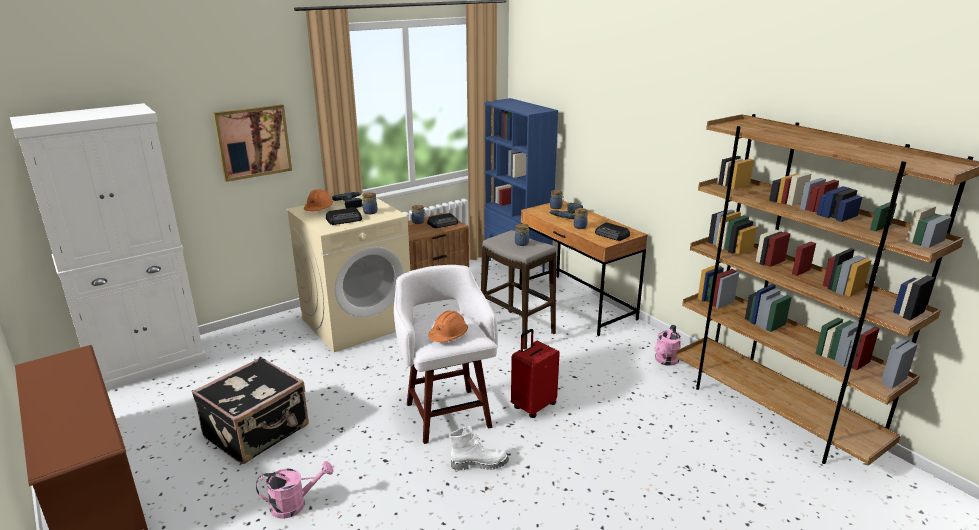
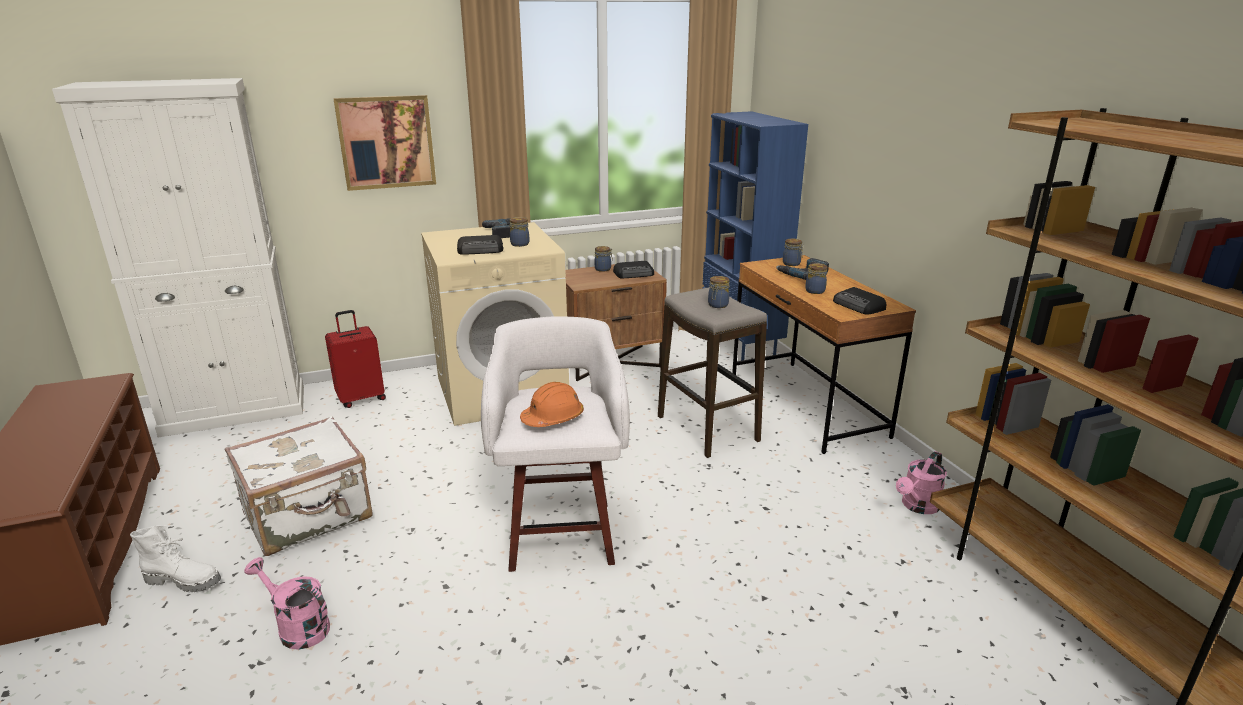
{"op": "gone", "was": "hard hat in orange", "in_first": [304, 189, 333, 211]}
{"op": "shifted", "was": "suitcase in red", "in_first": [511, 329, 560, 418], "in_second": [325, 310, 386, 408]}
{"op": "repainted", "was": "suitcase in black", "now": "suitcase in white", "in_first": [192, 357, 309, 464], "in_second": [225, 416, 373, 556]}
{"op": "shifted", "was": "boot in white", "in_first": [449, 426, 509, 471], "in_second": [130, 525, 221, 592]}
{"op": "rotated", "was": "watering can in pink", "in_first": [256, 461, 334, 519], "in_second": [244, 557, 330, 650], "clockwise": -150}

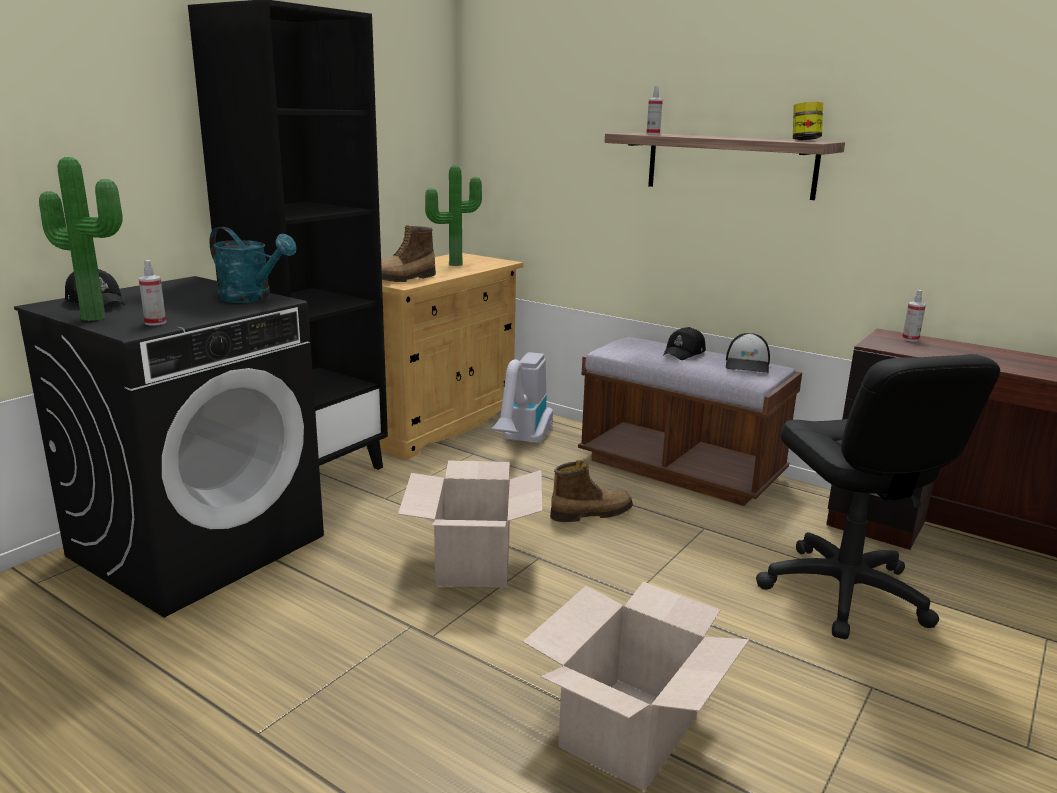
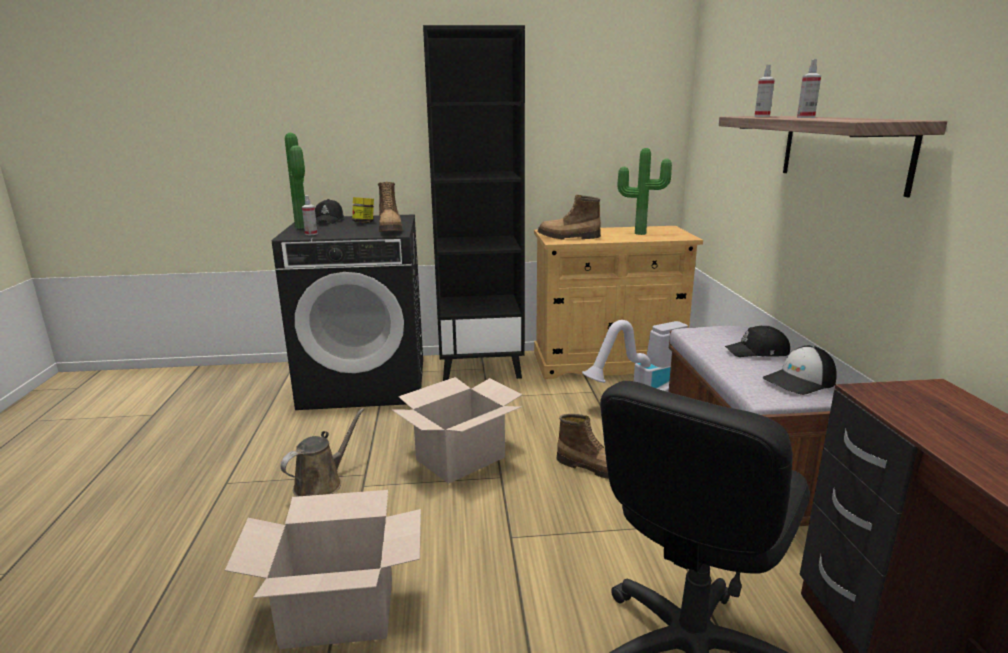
{"op": "shifted", "was": "jar", "in_first": [793, 102, 823, 140], "in_second": [352, 197, 374, 223]}
{"op": "swapped", "was": "watering can in turquoise", "now": "boot", "in_first": [210, 227, 296, 303], "in_second": [378, 182, 403, 232]}
{"op": "shifted", "was": "spray bottle", "in_first": [902, 290, 926, 342], "in_second": [797, 59, 821, 118]}
{"op": "new", "now": "watering can in brown", "in_second": [281, 408, 365, 496]}

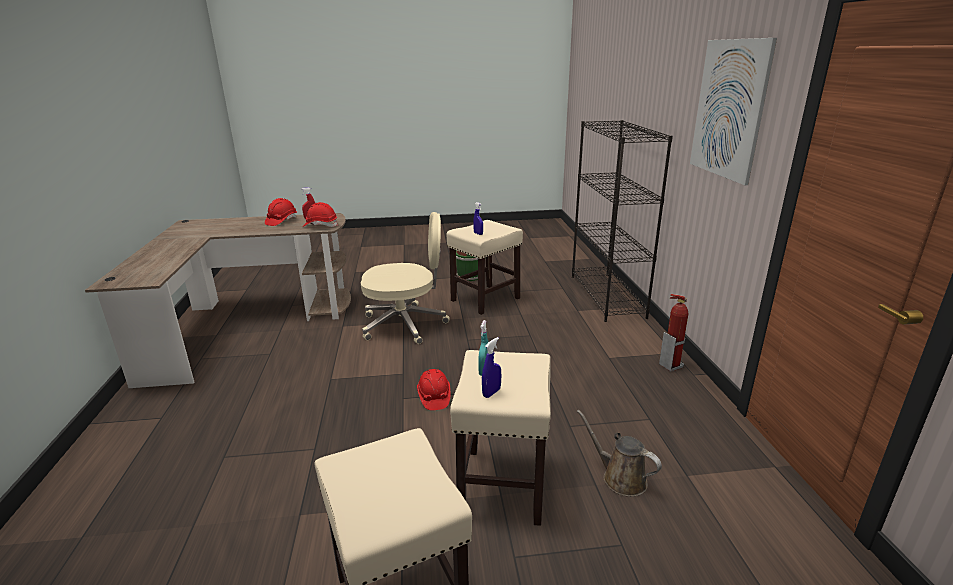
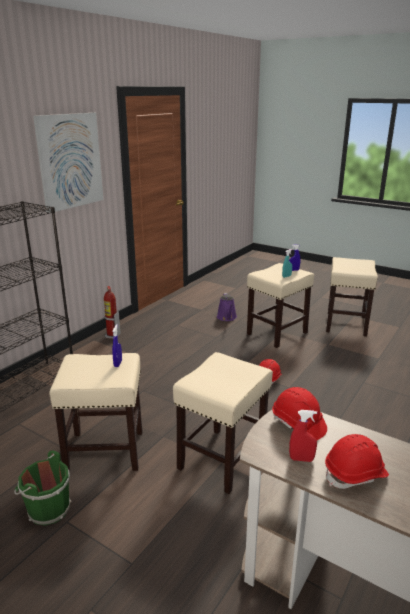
{"op": "swapped", "was": "office chair in beige", "now": "stool in beige", "in_first": [361, 212, 450, 344], "in_second": [173, 352, 273, 494]}
{"op": "repainted", "was": "watering can in brown", "now": "watering can in purple", "in_first": [577, 410, 662, 497], "in_second": [217, 293, 237, 321]}

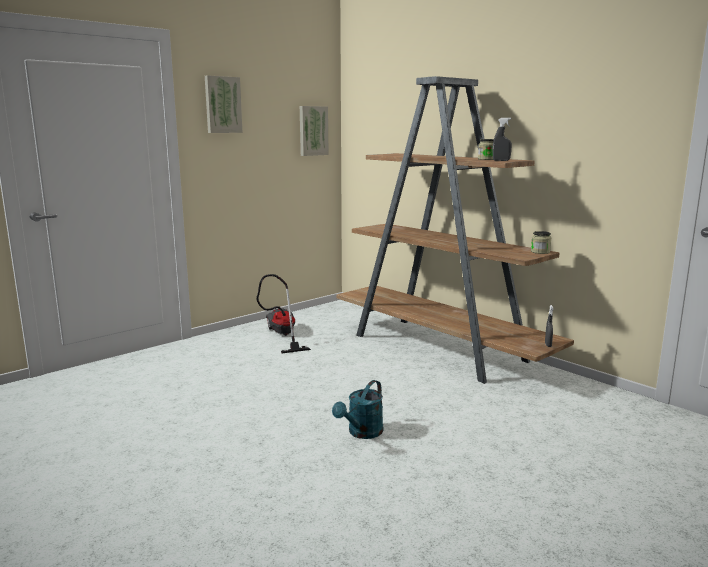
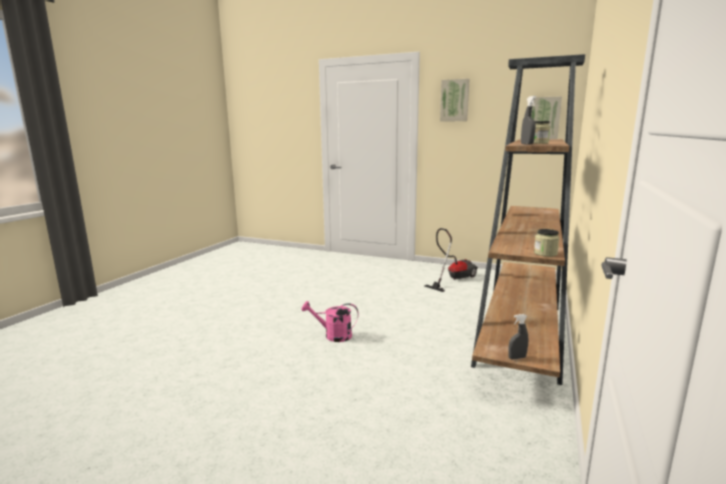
{"op": "repainted", "was": "watering can in turquoise", "now": "watering can in pink", "in_first": [332, 380, 383, 439], "in_second": [302, 301, 359, 342]}

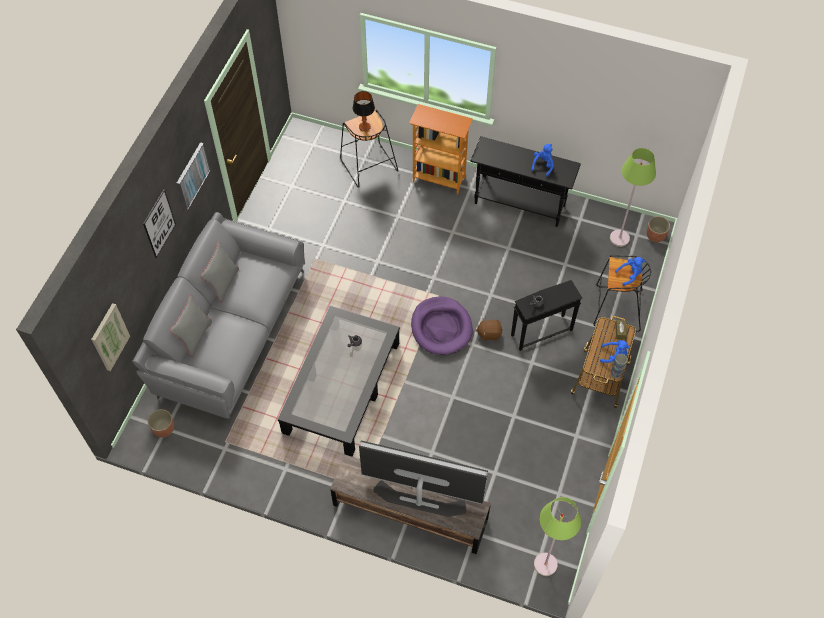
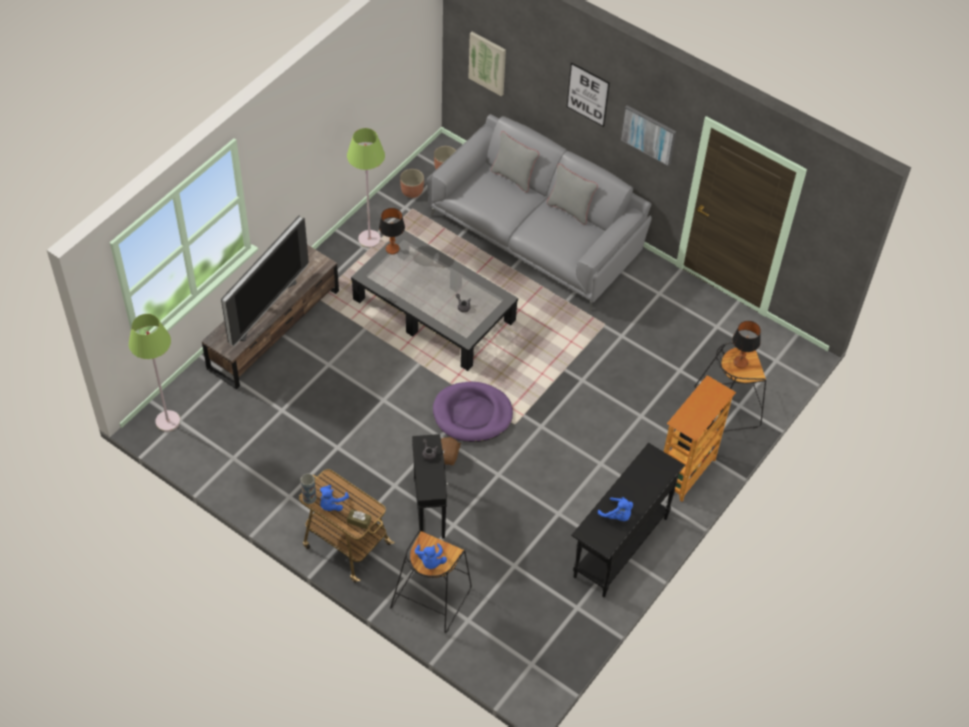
{"op": "shifted", "was": "floor lamp in green", "in_first": [610, 148, 656, 247], "in_second": [347, 128, 385, 248]}
{"op": "shifted", "was": "planter", "in_first": [647, 216, 670, 242], "in_second": [400, 169, 424, 198]}
{"op": "new", "now": "table lamp", "in_second": [379, 208, 405, 254]}

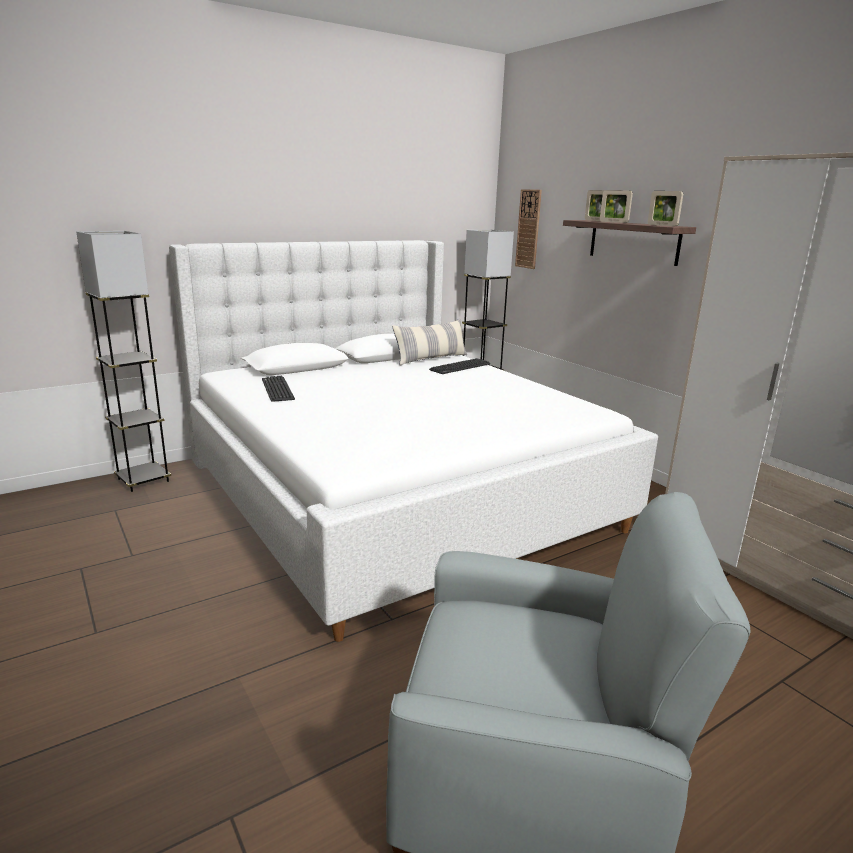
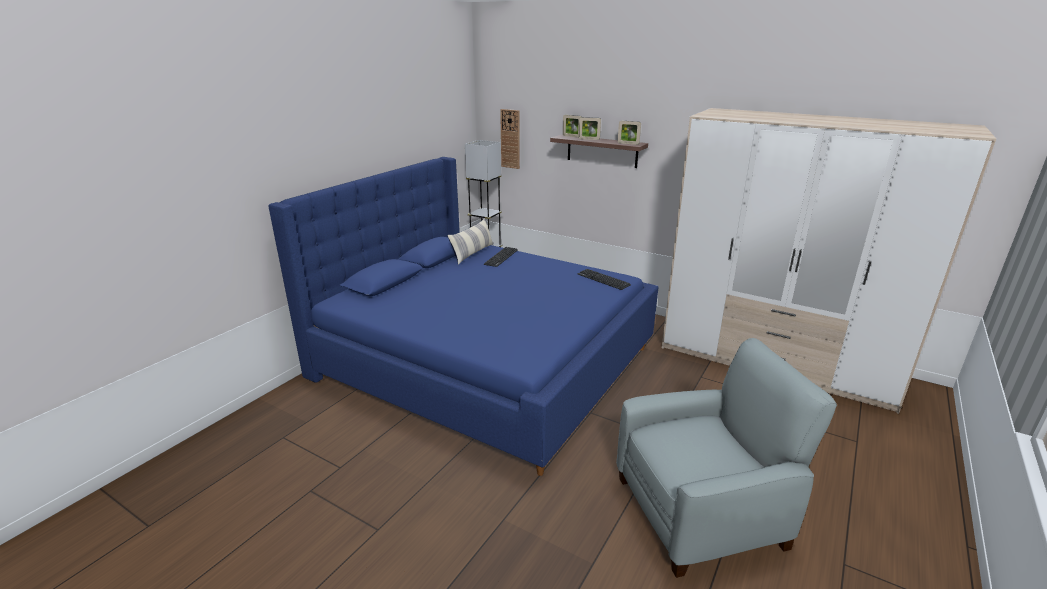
{"op": "gone", "was": "floor lamp in grey", "in_first": [76, 231, 171, 492]}
{"op": "repainted", "was": "bed in white", "now": "bed in blue", "in_first": [169, 240, 658, 642], "in_second": [268, 157, 658, 476]}
{"op": "shifted", "was": "keyboard", "in_first": [262, 376, 295, 402], "in_second": [578, 269, 631, 290]}

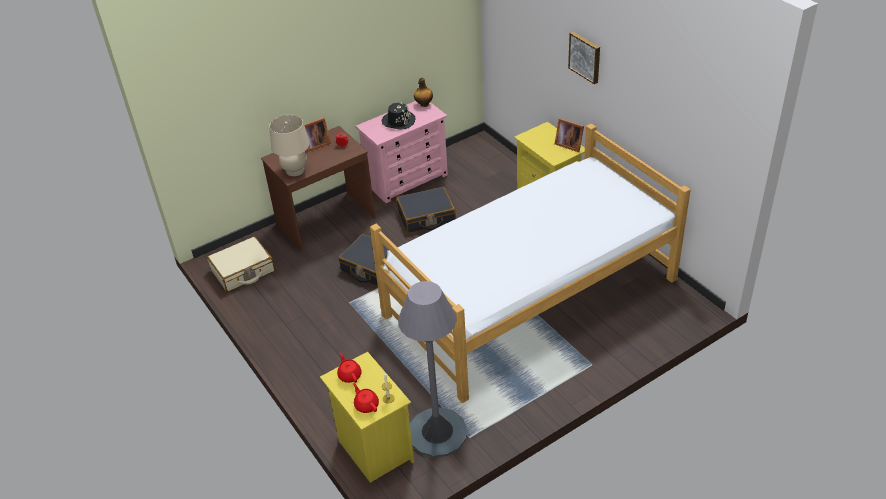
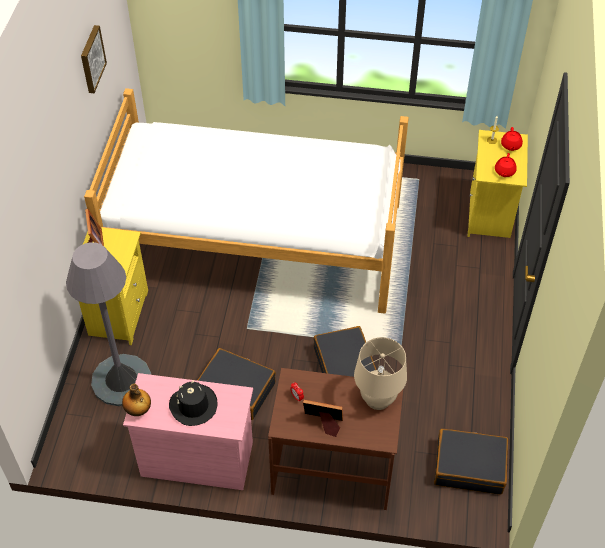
{"op": "shifted", "was": "picture", "in_first": [568, 31, 600, 84], "in_second": [81, 25, 107, 93]}
{"op": "repainted", "was": "suitcase in beige", "now": "suitcase in black", "in_first": [207, 236, 275, 292], "in_second": [434, 429, 508, 495]}
{"op": "shifted", "was": "floor lamp in grey", "in_first": [398, 281, 467, 458], "in_second": [66, 242, 151, 406]}

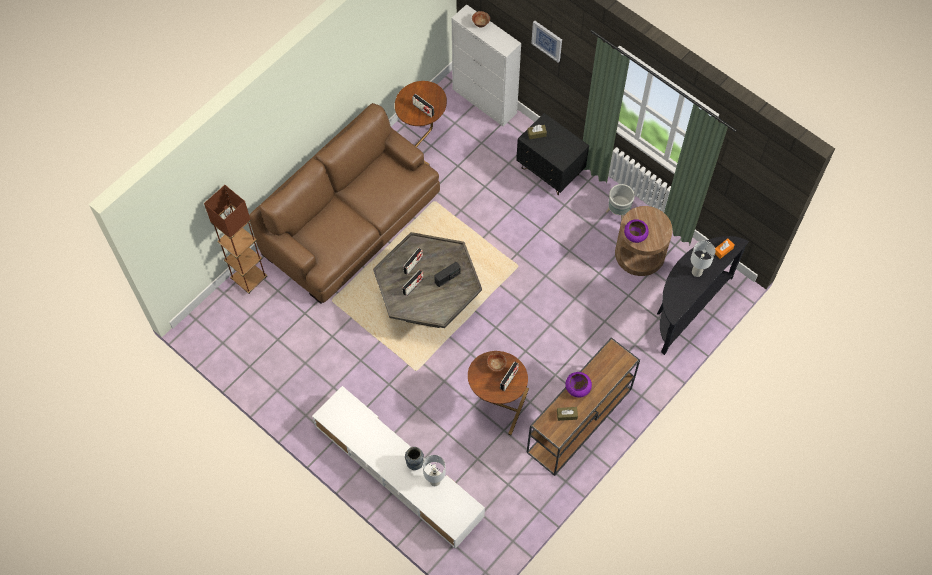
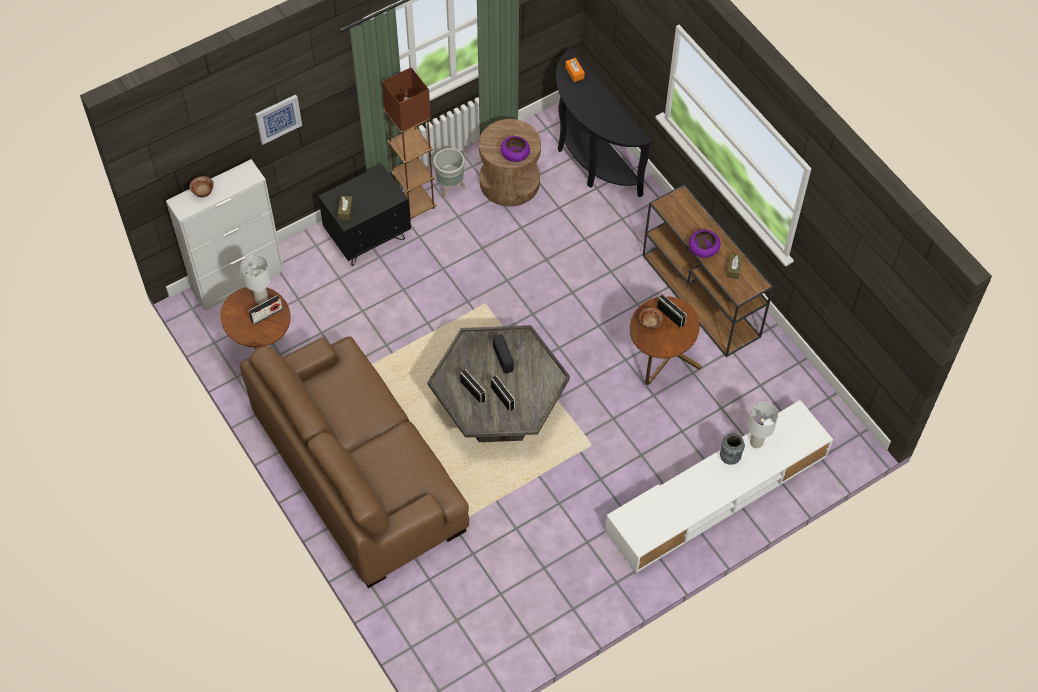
{"op": "shifted", "was": "floor lamp in brown", "in_first": [204, 185, 267, 294], "in_second": [382, 67, 436, 221]}
{"op": "shifted", "was": "table lamp in white", "in_first": [691, 241, 715, 277], "in_second": [241, 255, 271, 304]}

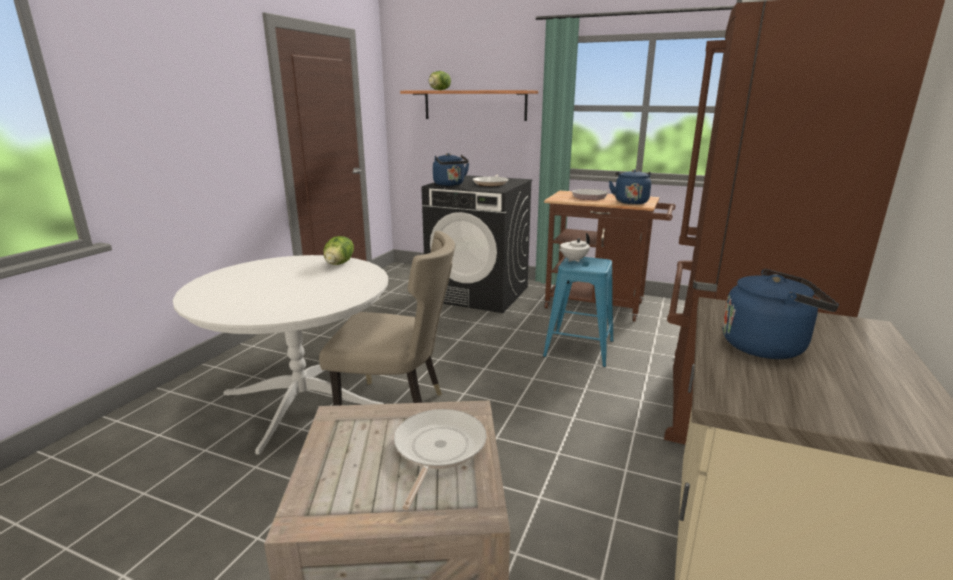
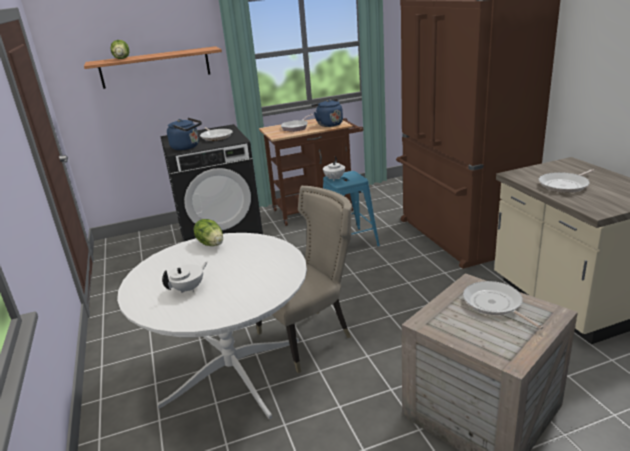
{"op": "swapped", "was": "kettle in blue", "now": "frying pan", "in_first": [722, 269, 839, 359], "in_second": [539, 169, 594, 193]}
{"op": "new", "now": "teapot in white", "in_second": [162, 262, 207, 293]}

